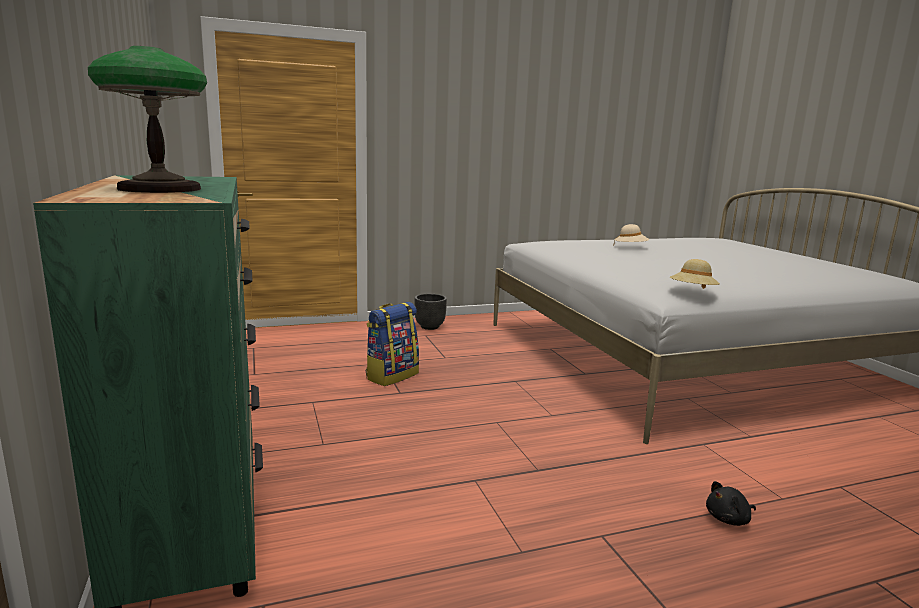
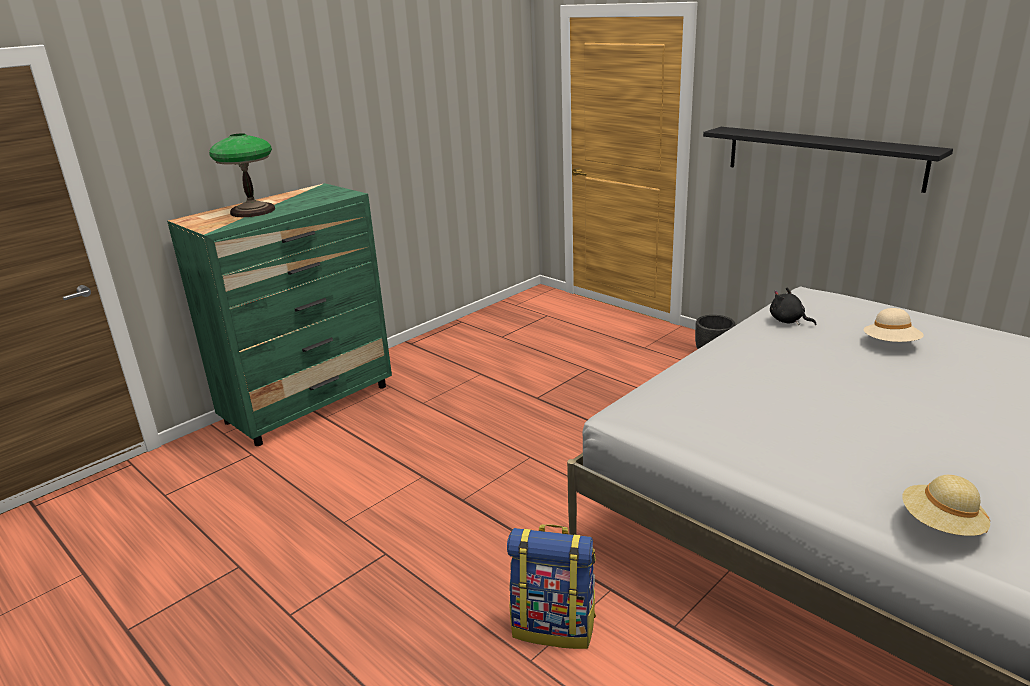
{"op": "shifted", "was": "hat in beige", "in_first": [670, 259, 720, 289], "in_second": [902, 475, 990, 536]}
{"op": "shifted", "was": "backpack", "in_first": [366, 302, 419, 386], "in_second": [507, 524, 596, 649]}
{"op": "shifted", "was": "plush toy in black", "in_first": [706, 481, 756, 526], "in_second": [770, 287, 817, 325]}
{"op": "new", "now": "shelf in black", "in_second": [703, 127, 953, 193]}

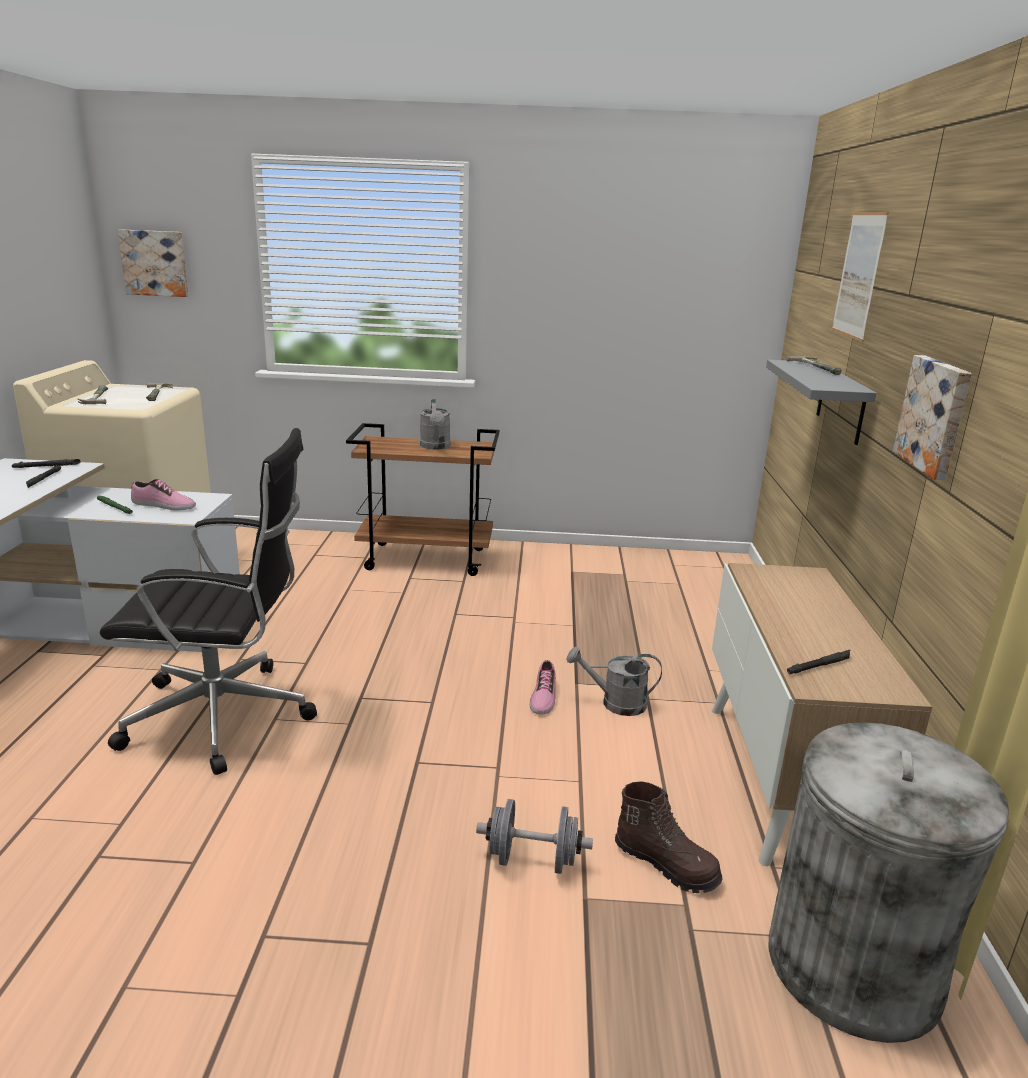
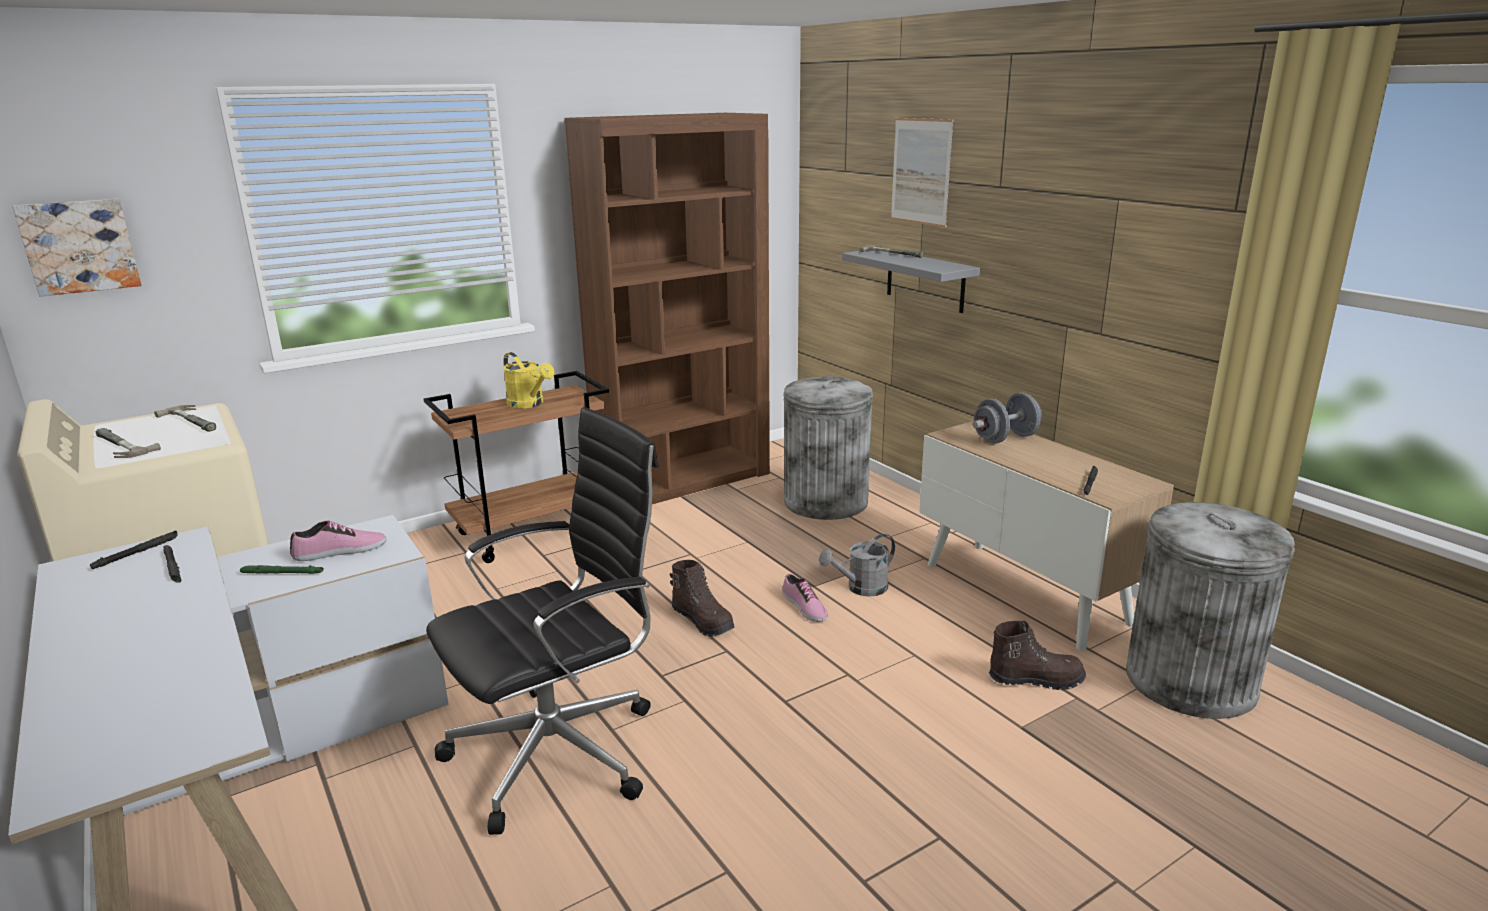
{"op": "gone", "was": "picture", "in_first": [893, 355, 972, 480]}
{"op": "repainted", "was": "watering can in grey", "now": "watering can in yellow", "in_first": [420, 399, 451, 450], "in_second": [503, 352, 555, 408]}
{"op": "shifted", "was": "dumbbell in grey", "in_first": [476, 799, 593, 874], "in_second": [973, 393, 1042, 444]}
{"op": "new", "now": "bookcase in brown", "in_second": [564, 113, 770, 504]}
{"op": "new", "now": "trash can in grey", "in_second": [784, 375, 873, 520]}
{"op": "new", "now": "boot in brown", "in_second": [670, 560, 735, 636]}

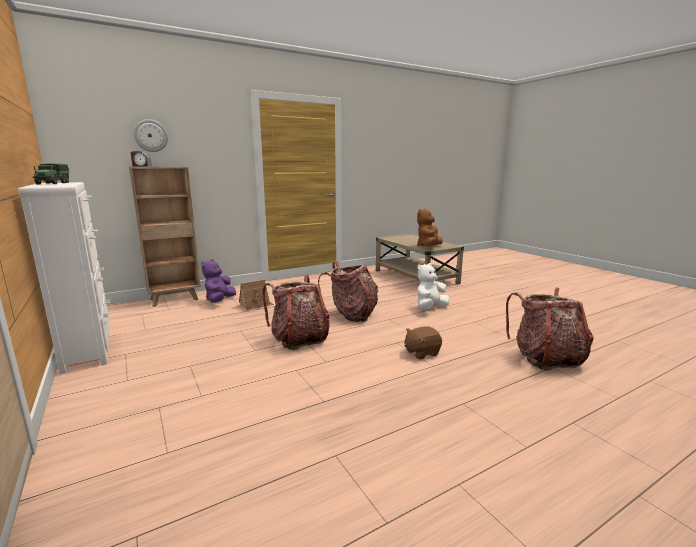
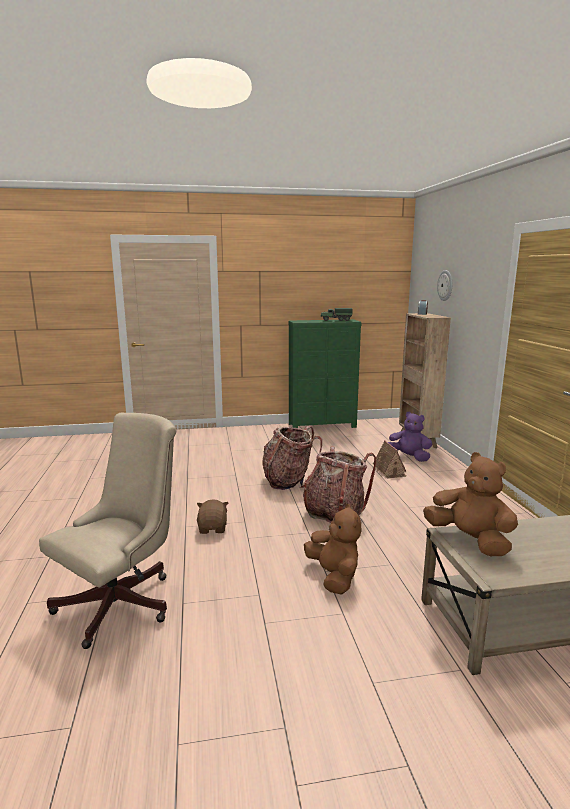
{"op": "repainted", "was": "dresser in white", "now": "dresser in green", "in_first": [18, 182, 110, 374], "in_second": [288, 319, 362, 428]}
{"op": "repainted", "was": "plush toy in white", "now": "plush toy in brown", "in_first": [417, 263, 449, 309], "in_second": [304, 504, 362, 595]}
{"op": "swapped", "was": "backpack", "now": "office chair in beige", "in_first": [506, 287, 594, 370], "in_second": [39, 413, 177, 649]}

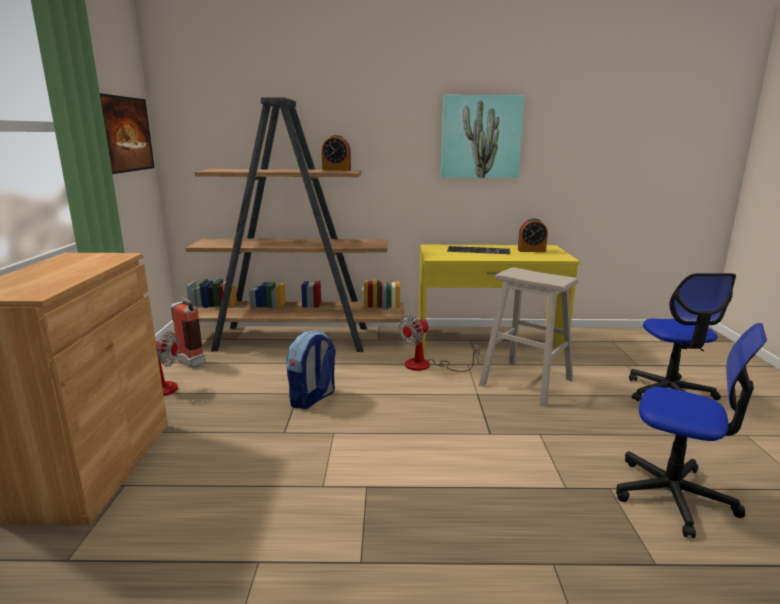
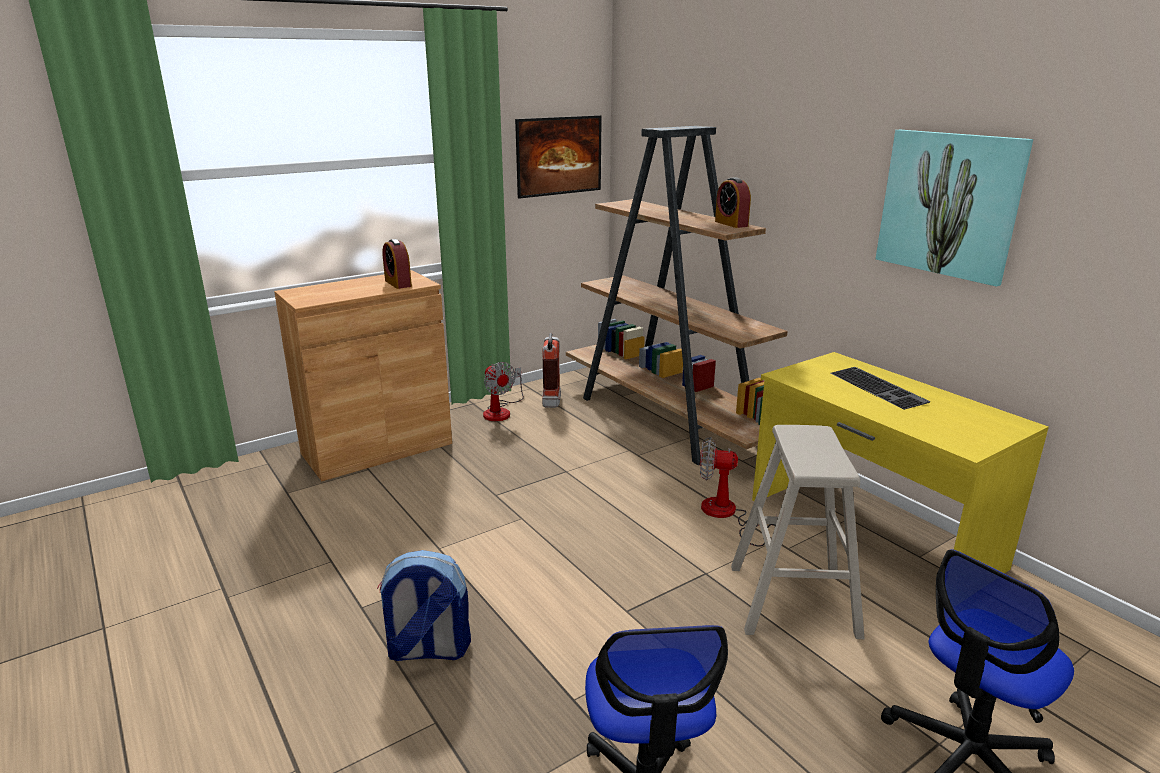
{"op": "shifted", "was": "alarm clock", "in_first": [518, 218, 548, 252], "in_second": [382, 239, 412, 289]}
{"op": "shifted", "was": "backpack", "in_first": [286, 330, 336, 409], "in_second": [377, 550, 471, 661]}

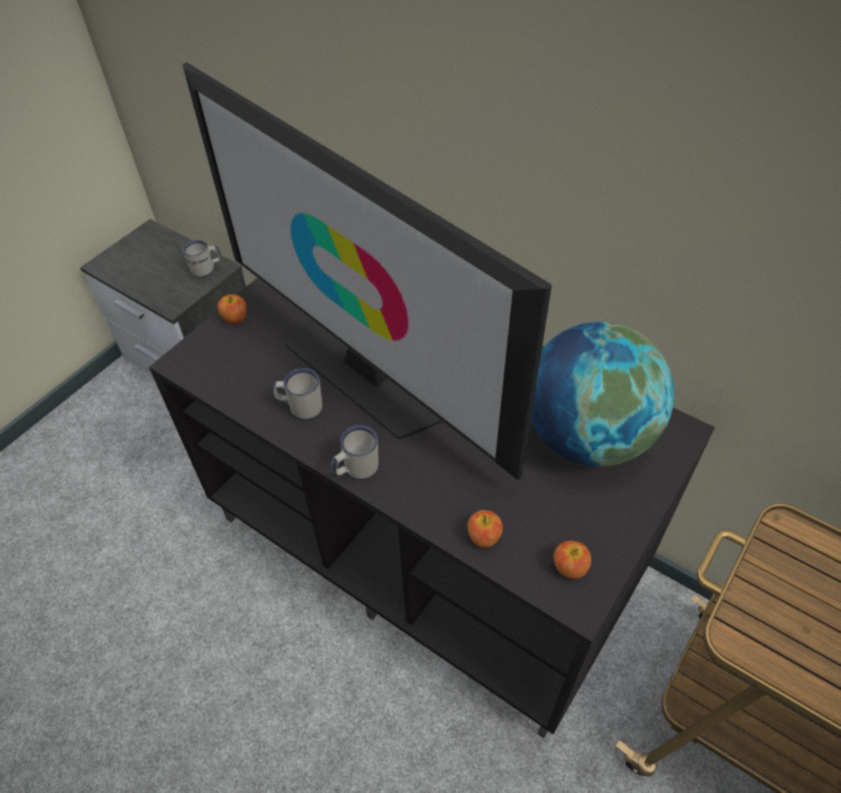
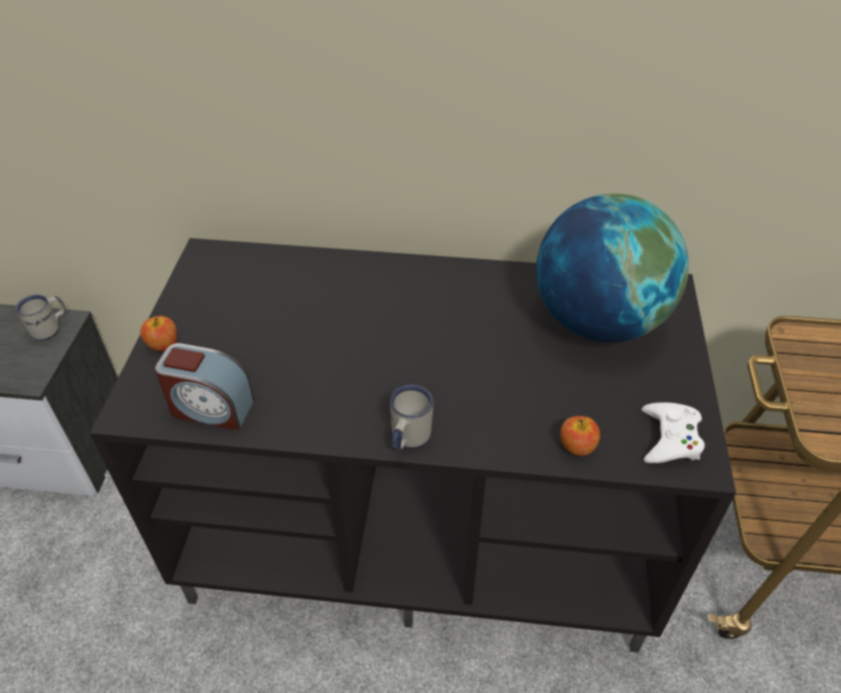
{"op": "gone", "was": "television", "in_first": [182, 62, 552, 480]}
{"op": "gone", "was": "mug in white", "in_first": [272, 368, 322, 420]}
{"op": "swapped", "was": "apple", "now": "game controller in white", "in_first": [553, 541, 591, 579], "in_second": [642, 402, 705, 463]}
{"op": "new", "now": "alarm clock", "in_second": [155, 343, 255, 430]}

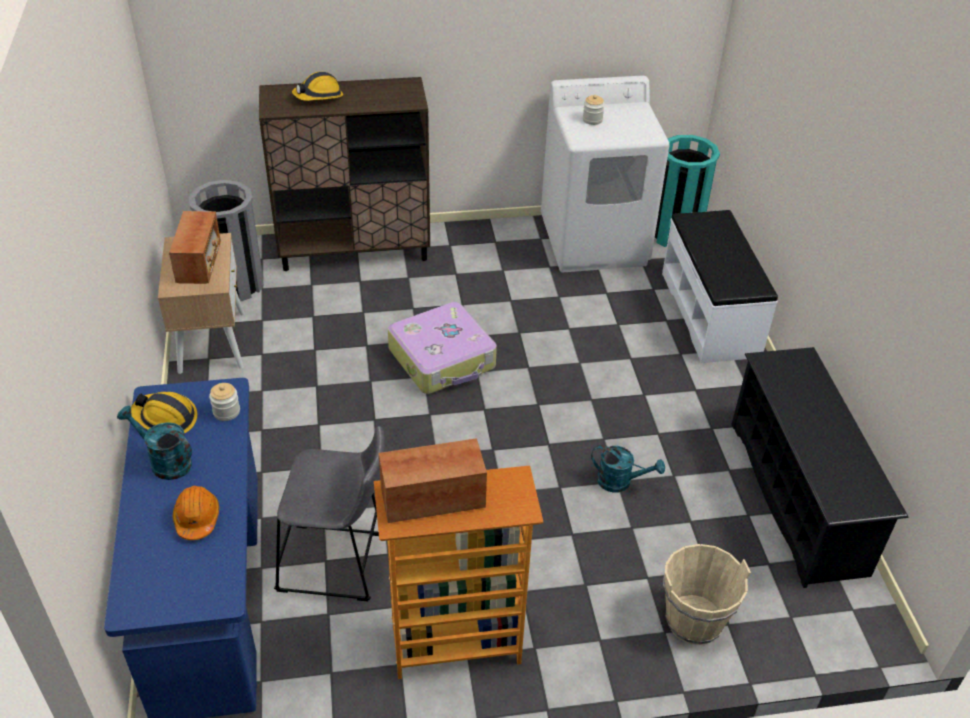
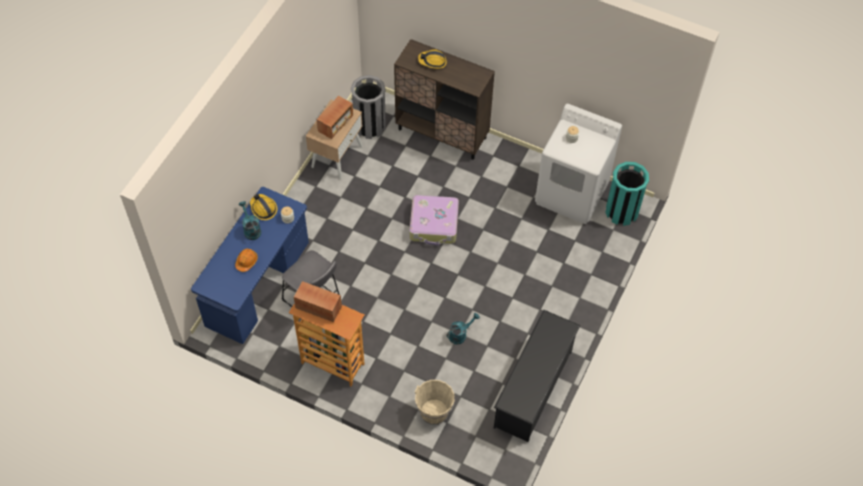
{"op": "gone", "was": "bench in white", "in_first": [662, 210, 778, 363]}
{"op": "rotated", "was": "watering can in turquoise", "in_first": [591, 445, 665, 492], "in_second": [447, 313, 480, 345], "clockwise": -90}

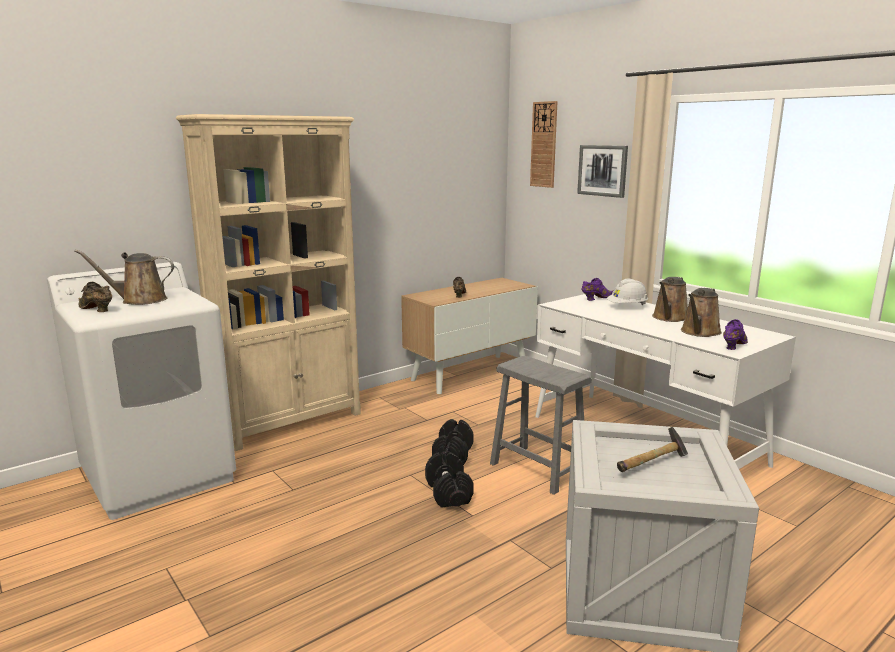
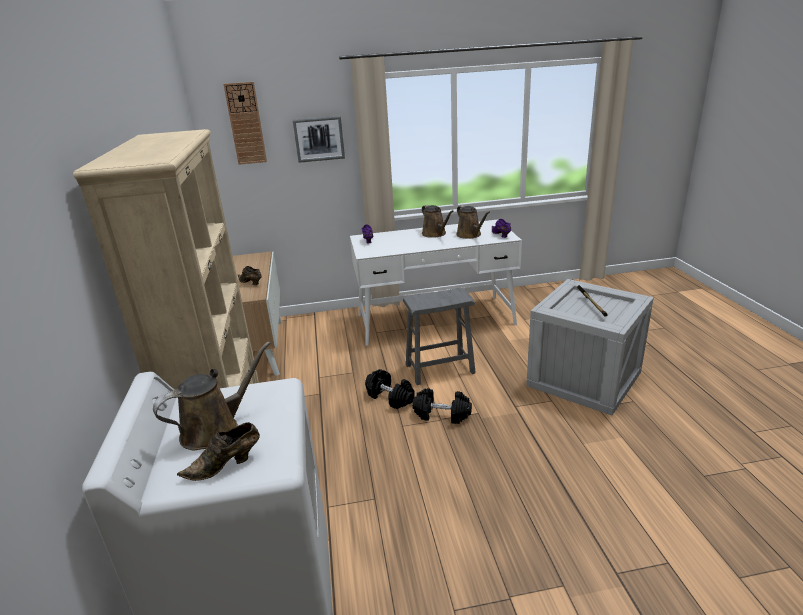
{"op": "rotated", "was": "watering can in brown", "in_first": [74, 249, 174, 305], "in_second": [153, 341, 271, 450], "clockwise": -150}
{"op": "gone", "was": "hard hat in white", "in_first": [607, 279, 648, 305]}

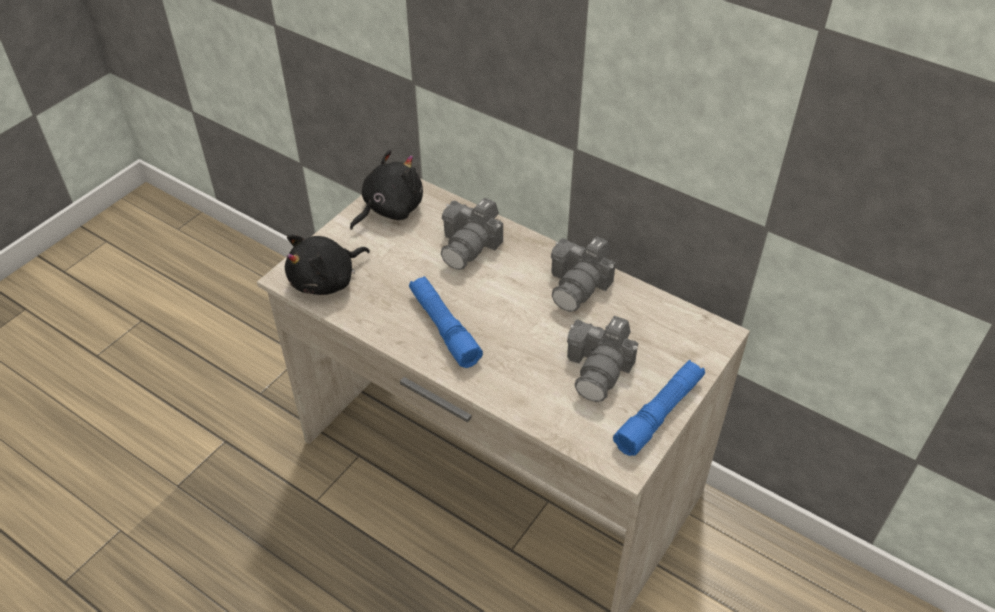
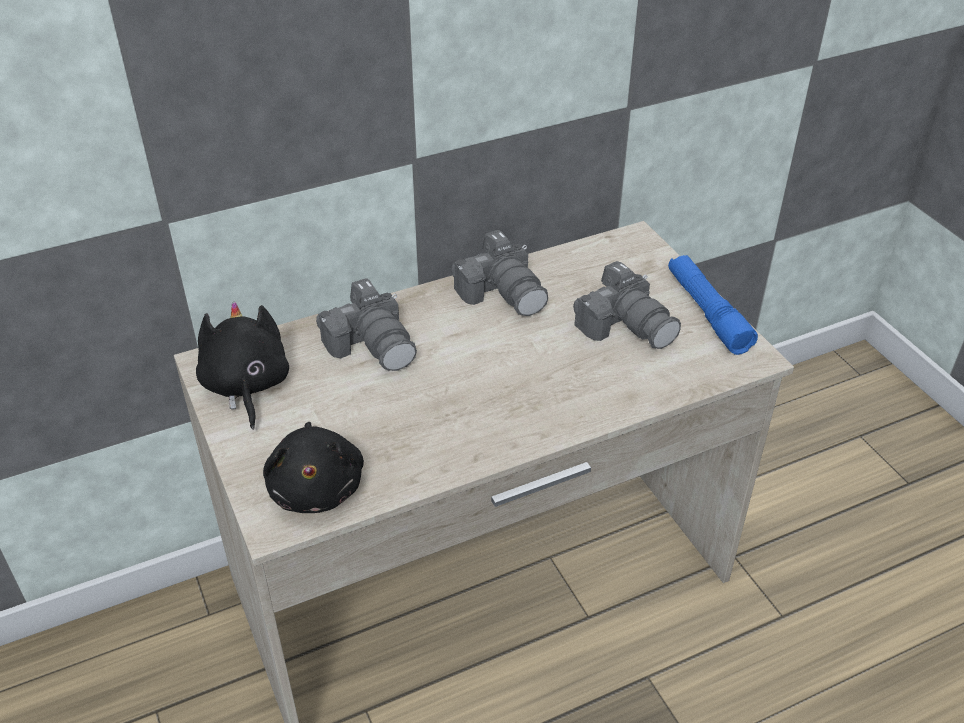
{"op": "gone", "was": "flashlight in blue", "in_first": [409, 276, 483, 368]}

